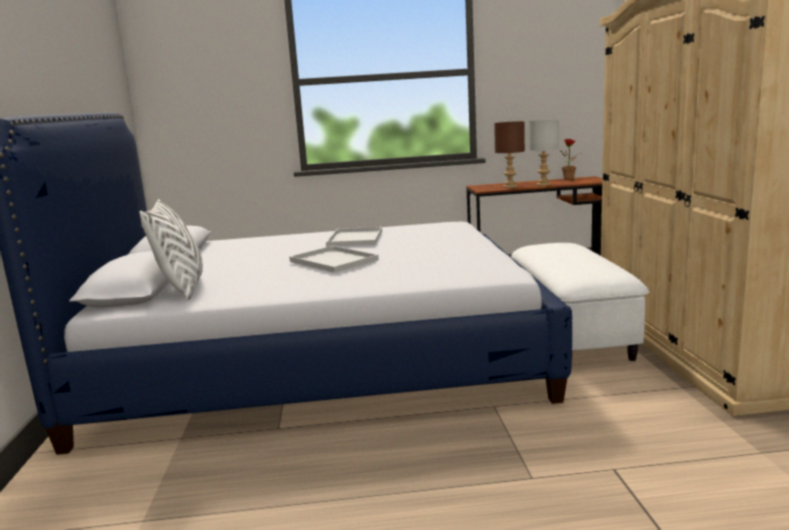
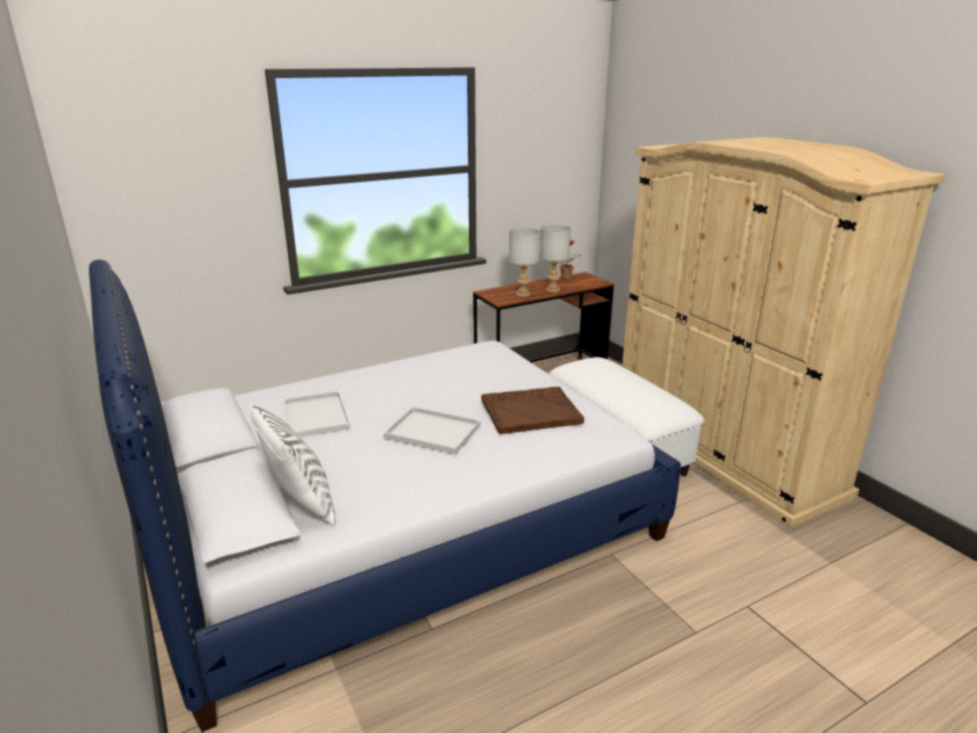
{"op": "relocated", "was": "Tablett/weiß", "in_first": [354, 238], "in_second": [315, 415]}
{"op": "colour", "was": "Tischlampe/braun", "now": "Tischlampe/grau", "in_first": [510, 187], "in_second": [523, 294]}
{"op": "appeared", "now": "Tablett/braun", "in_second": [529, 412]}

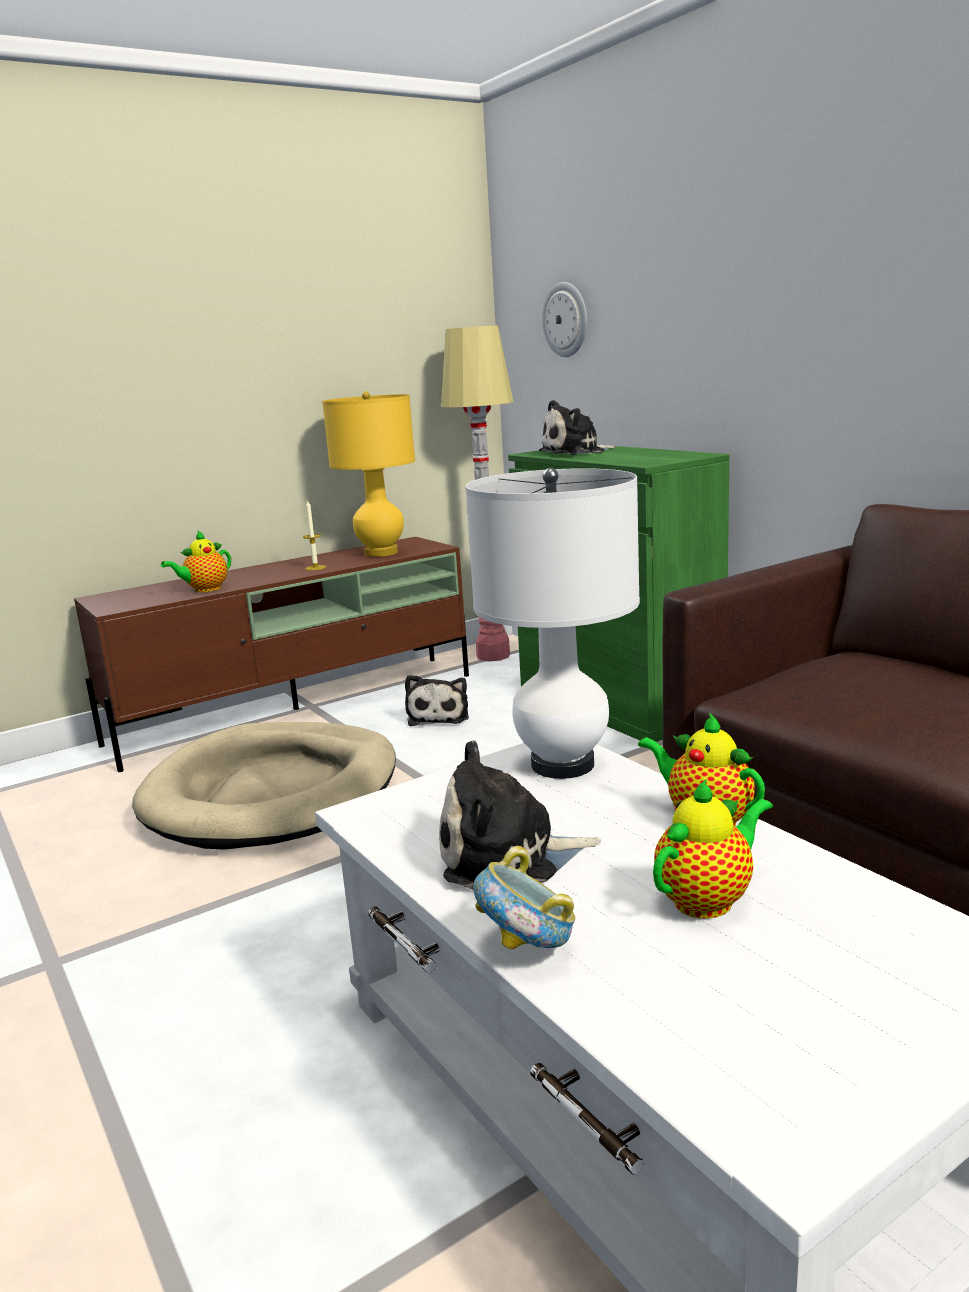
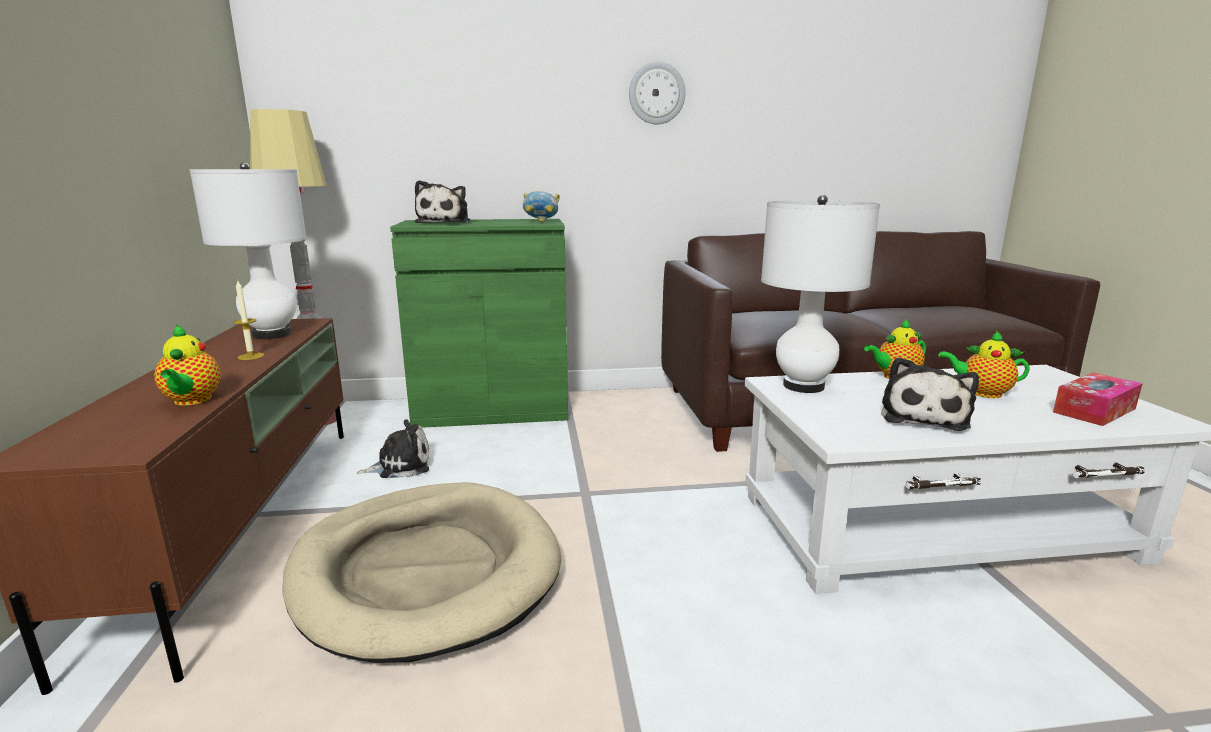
{"op": "colour", "was": "Tischlampe/gelb", "now": "Tischlampe/weiß", "in_first": [381, 553], "in_second": [271, 334]}
{"op": "spun", "was": "Plüschtier", "in_first": [439, 716], "in_second": [400, 465], "clockwise": -45}
{"op": "relocated", "was": "Schüssel", "in_first": [528, 949], "in_second": [541, 222]}
{"op": "relocated", "was": "Wanduhr", "in_first": [566, 319], "in_second": [656, 93]}
{"op": "spun", "was": "Teekanne", "in_first": [708, 899], "in_second": [981, 393], "clockwise": -60}
{"op": "appeared", "now": "Taschentuchbox", "in_second": [1094, 410]}

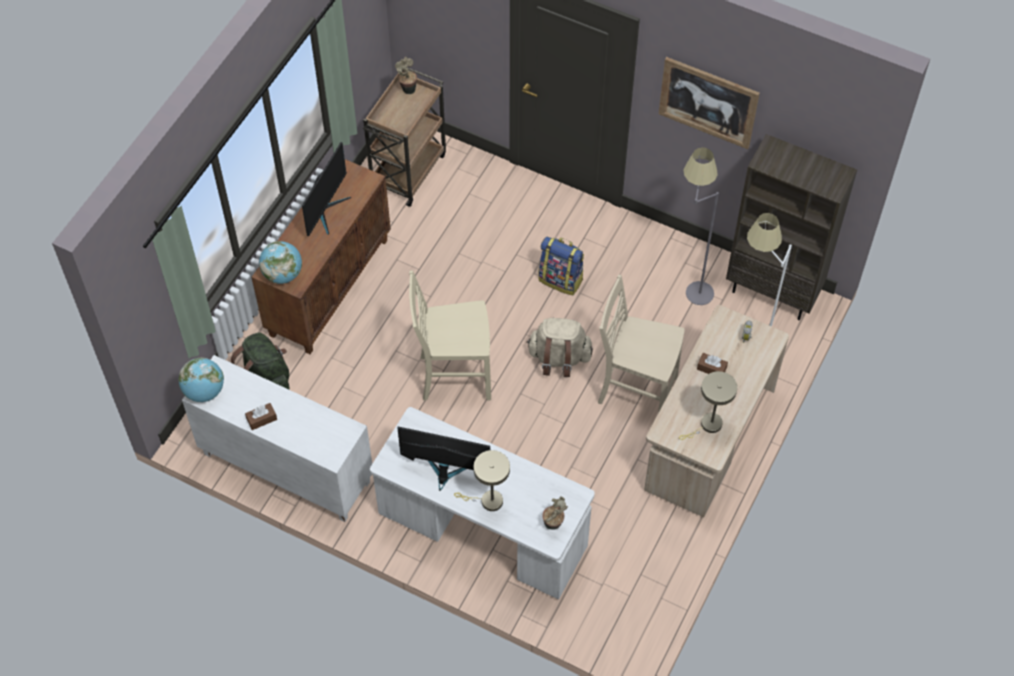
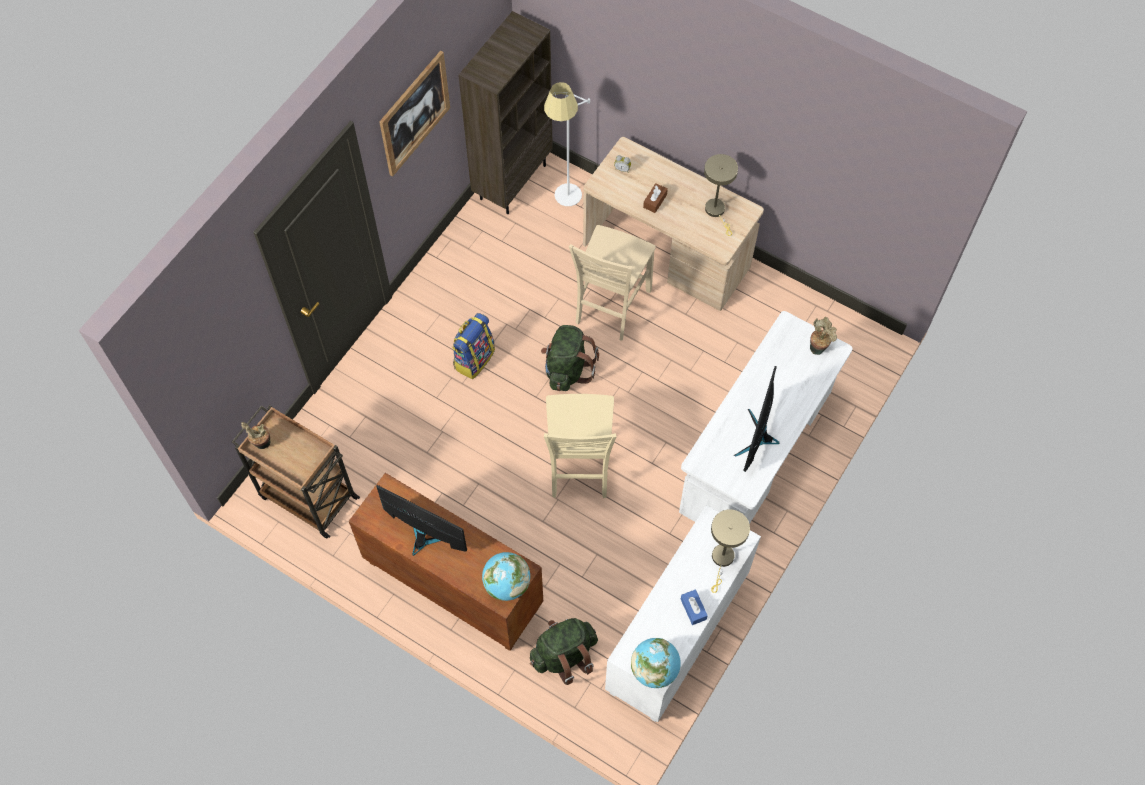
{"op": "colour", "was": "Taschentuchbox/braun", "now": "Taschentuchbox/blau", "in_first": [261, 419], "in_second": [693, 609]}
{"op": "relocated", "was": "Tischlampe/beige", "in_first": [487, 501], "in_second": [722, 560]}
{"op": "colour", "was": "Rucksack/beige", "now": "Rucksack/grün", "in_first": [559, 358], "in_second": [567, 369]}
{"op": "missing", "was": "Stehlampe/grau", "in_first": [690, 285]}

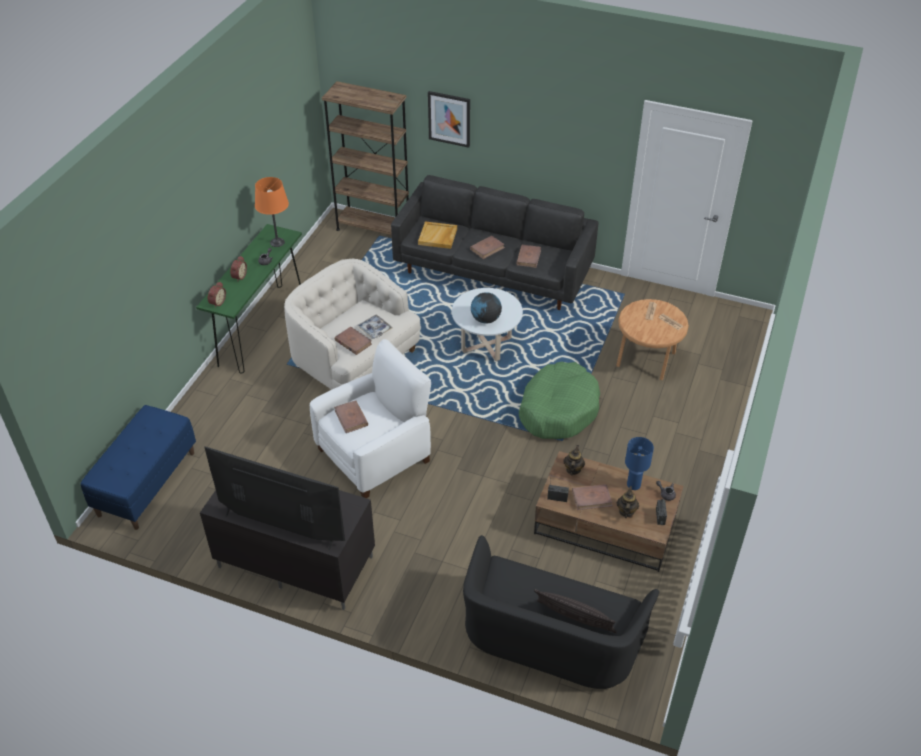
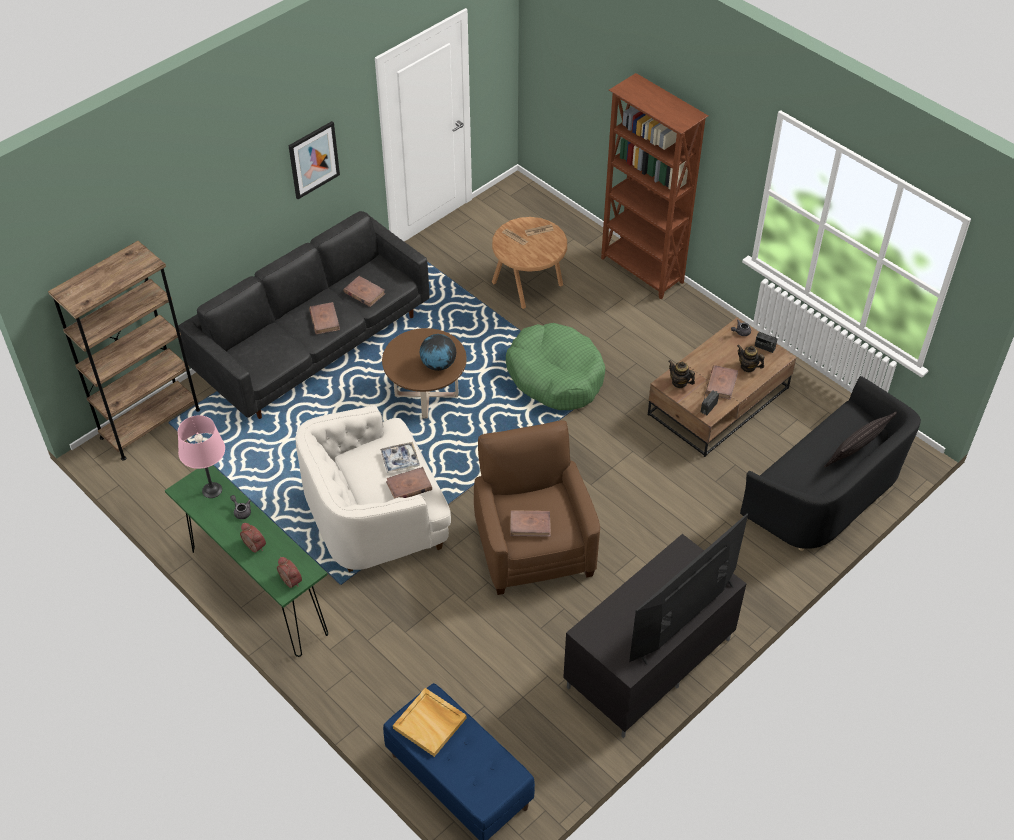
{"op": "colour", "was": "Tischlampe/orange", "now": "Tischlampe/rosa", "in_first": [277, 242], "in_second": [212, 490]}
{"op": "colour", "was": "Sessel/weiß", "now": "Sessel/braun", "in_first": [375, 454], "in_second": [533, 546]}
{"op": "relocated", "was": "Tablett/beige", "in_first": [438, 237], "in_second": [430, 723]}
{"op": "relocated", "was": "Bild", "in_first": [449, 118], "in_second": [313, 159]}
{"op": "colour", "was": "Couchtisch/weiß", "now": "Couchtisch/braun", "in_first": [486, 345], "in_second": [426, 395]}
{"op": "missing", "was": "Tischlampe/blau", "in_first": [633, 485]}
{"op": "appeared", "now": "Bücherregal/braun", "in_second": [642, 271]}

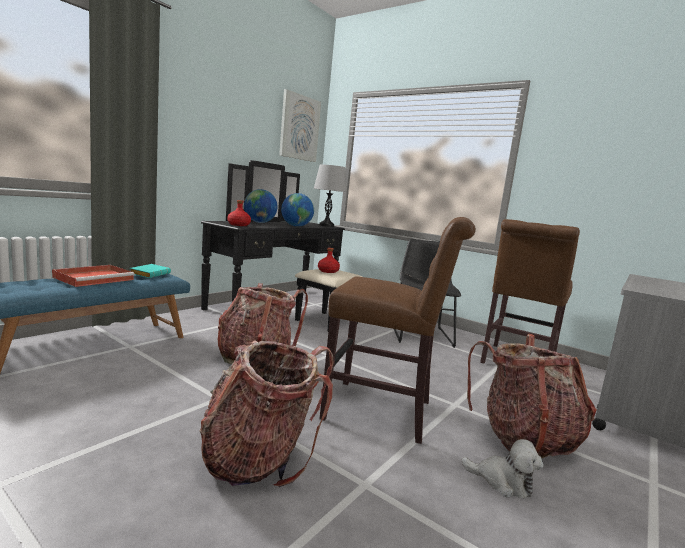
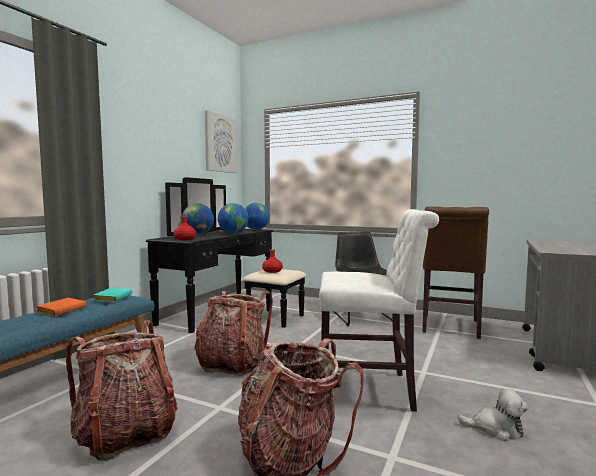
{"op": "exchanged", "was": "Tablett/rot", "now": "Buch/orange", "in_first": [95, 278], "in_second": [62, 310]}
{"op": "exchanged", "was": "Tischlampe/grau", "now": "Globus", "in_first": [326, 225], "in_second": [256, 229]}
{"op": "colour", "was": "Stuhl/braun", "now": "Stuhl/weiß", "in_first": [384, 412], "in_second": [371, 390]}
{"op": "relocated", "was": "Rucksack", "in_first": [524, 439], "in_second": [126, 433]}

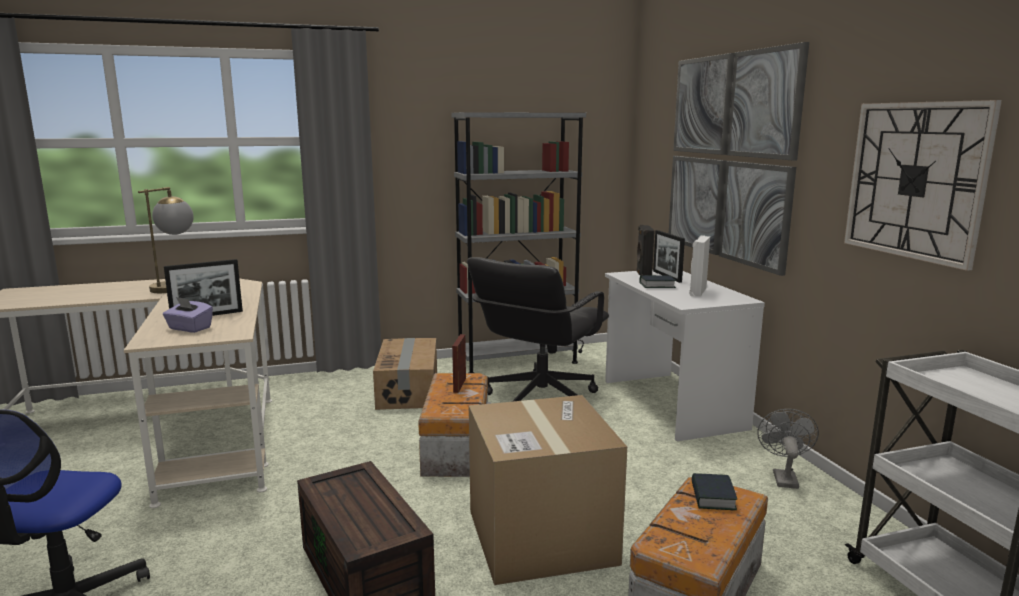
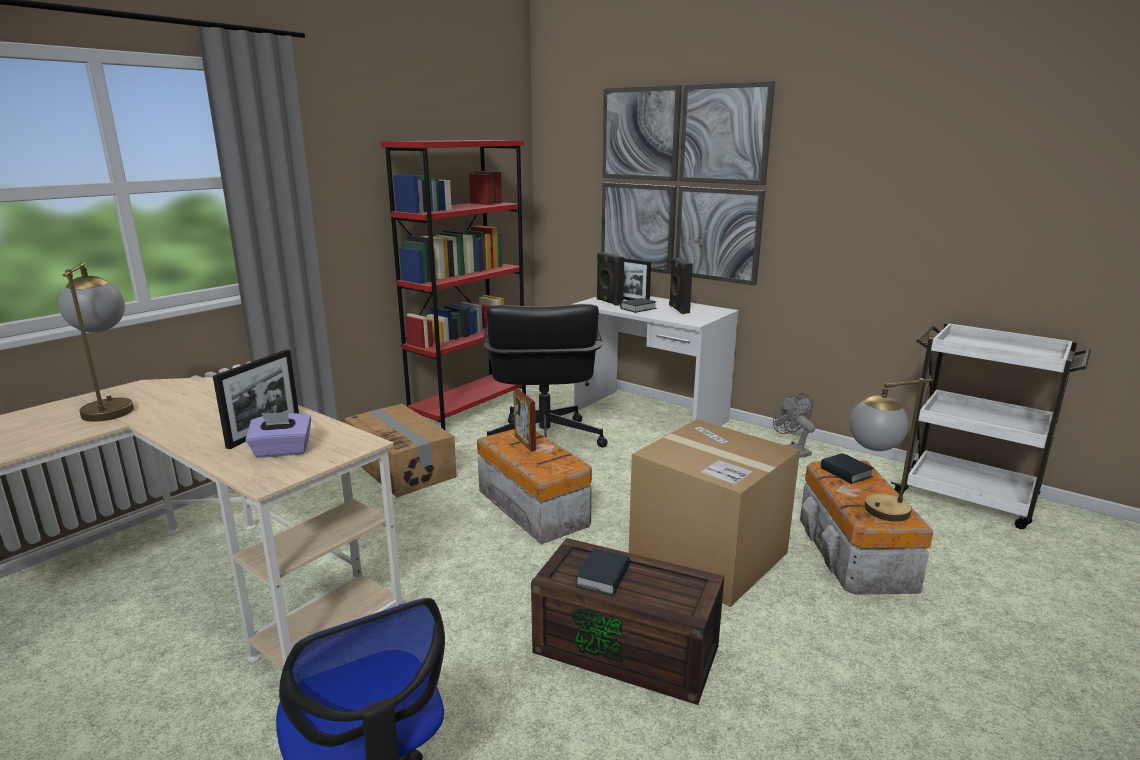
{"op": "colour", "was": "Bücherregal/grau", "now": "Bücherregal/rot", "in_first": [517, 361], "in_second": [469, 410]}
{"op": "colour", "was": "Lautsprecher/weiß", "now": "Lautsprecher/schwarz", "in_first": [697, 292], "in_second": [678, 309]}
{"op": "missing", "was": "Wanduhr", "in_first": [915, 180]}
{"op": "appeared", "now": "Buch", "in_second": [603, 577]}
{"op": "appeared", "now": "Tischlampe", "in_second": [874, 513]}

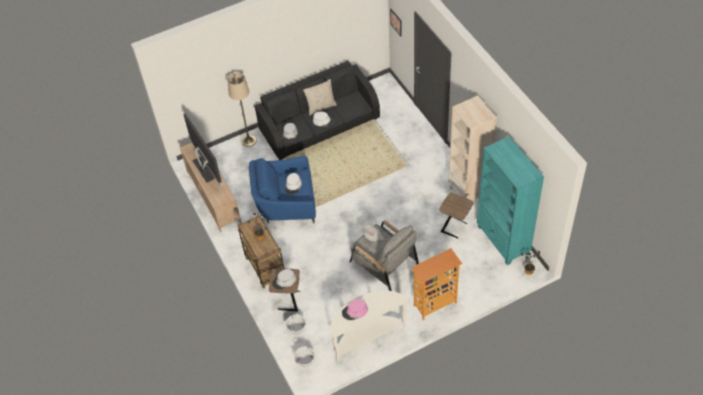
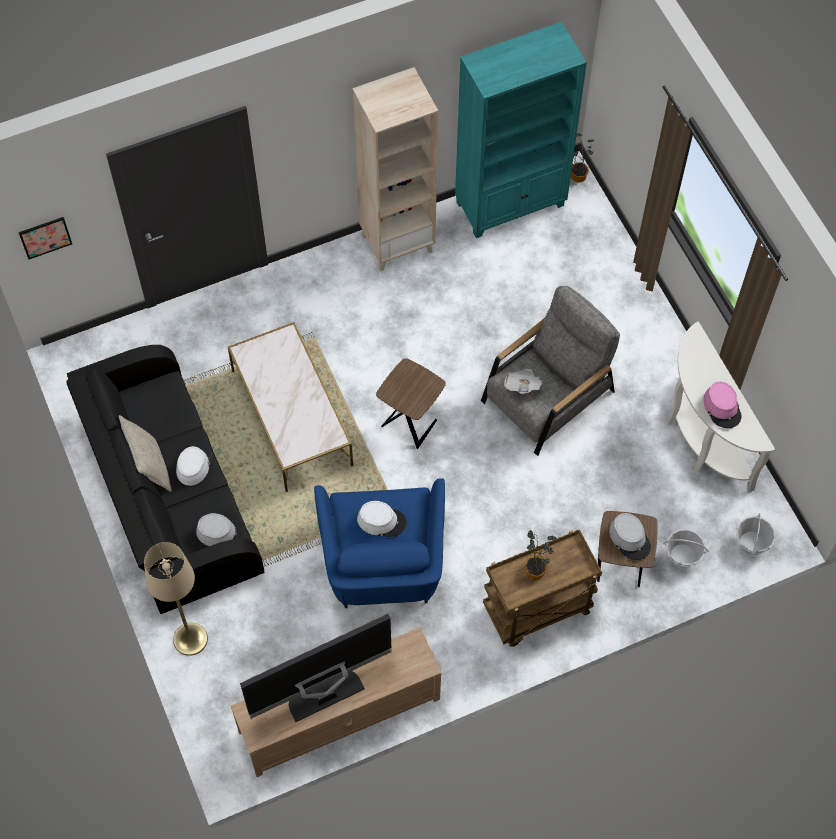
{"op": "missing", "was": "Bücherregal", "in_first": [435, 305]}
{"op": "relocated", "was": "Beistelltisch/braun", "in_first": [454, 227], "in_second": [410, 422]}
{"op": "appeared", "now": "Couchtisch/weiß", "in_second": [291, 418]}

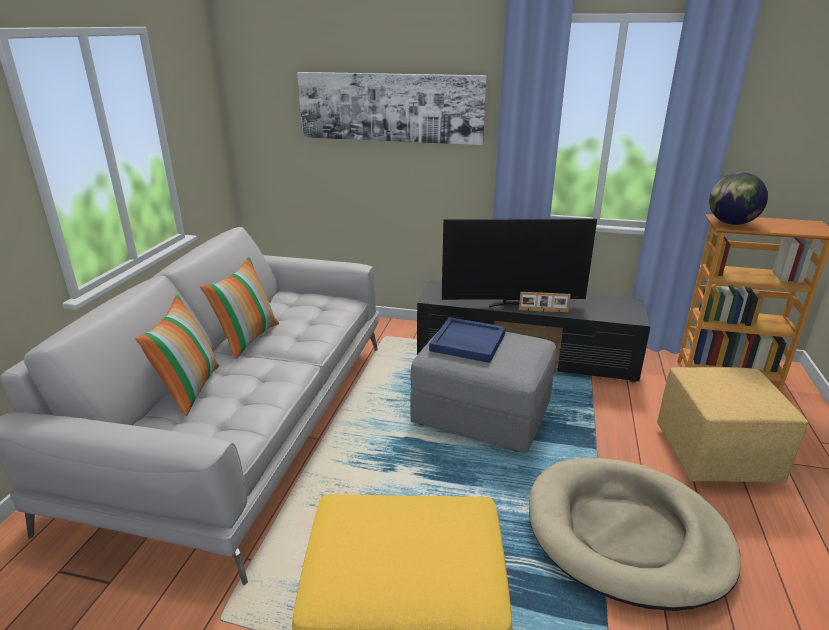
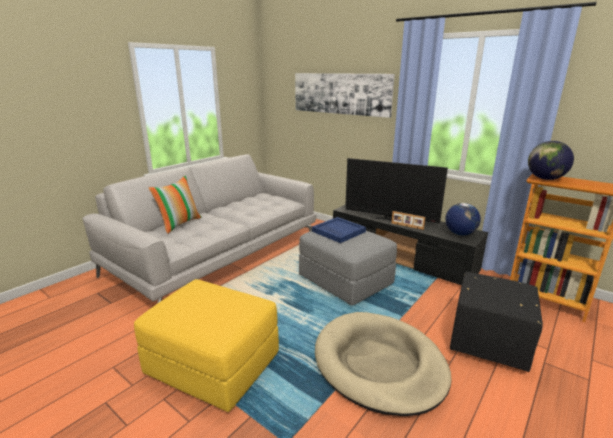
{"op": "missing", "was": "Kissen", "in_first": [247, 338]}
{"op": "colour", "was": "Polsterhocker/gelb", "now": "Polsterhocker/schwarz", "in_first": [717, 456], "in_second": [489, 344]}
{"op": "appeared", "now": "Globus", "in_second": [460, 233]}

